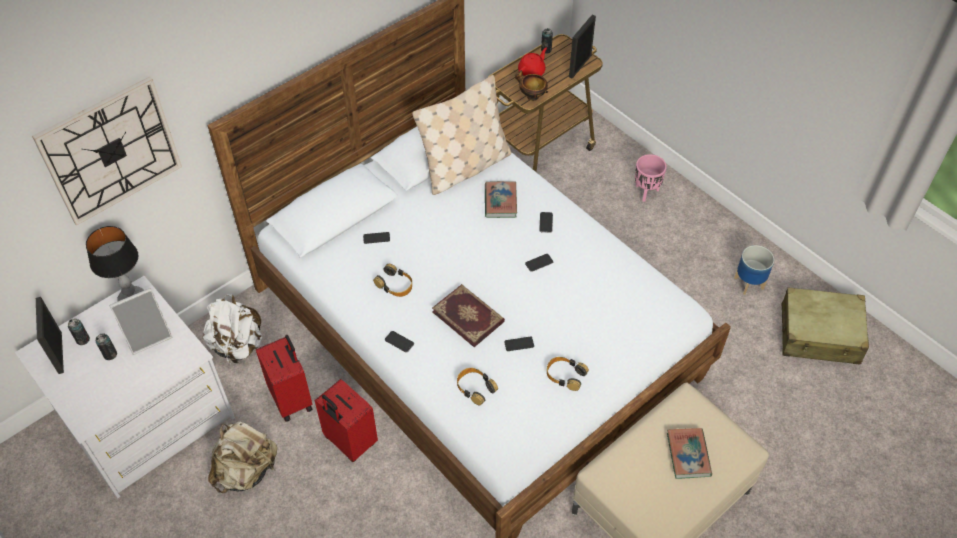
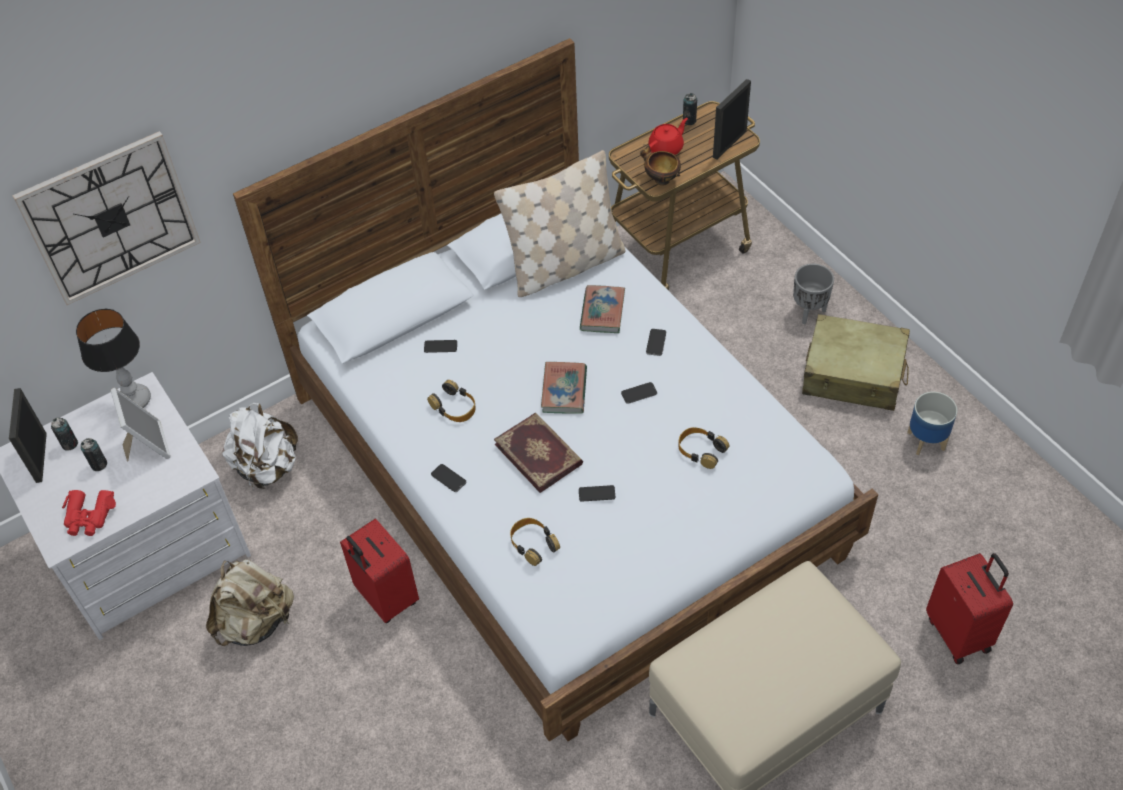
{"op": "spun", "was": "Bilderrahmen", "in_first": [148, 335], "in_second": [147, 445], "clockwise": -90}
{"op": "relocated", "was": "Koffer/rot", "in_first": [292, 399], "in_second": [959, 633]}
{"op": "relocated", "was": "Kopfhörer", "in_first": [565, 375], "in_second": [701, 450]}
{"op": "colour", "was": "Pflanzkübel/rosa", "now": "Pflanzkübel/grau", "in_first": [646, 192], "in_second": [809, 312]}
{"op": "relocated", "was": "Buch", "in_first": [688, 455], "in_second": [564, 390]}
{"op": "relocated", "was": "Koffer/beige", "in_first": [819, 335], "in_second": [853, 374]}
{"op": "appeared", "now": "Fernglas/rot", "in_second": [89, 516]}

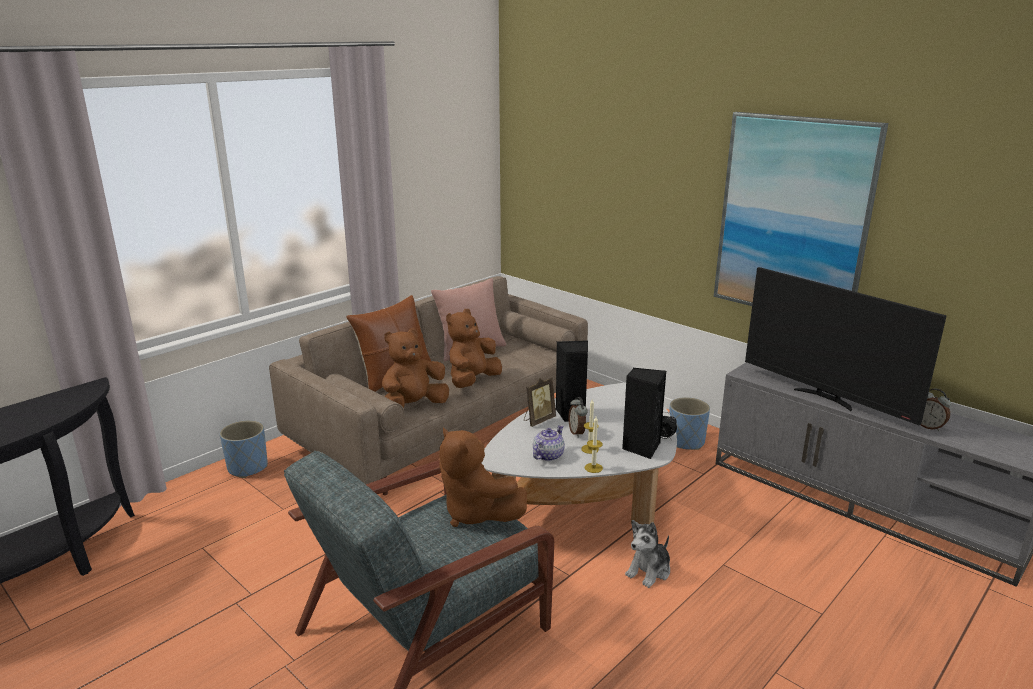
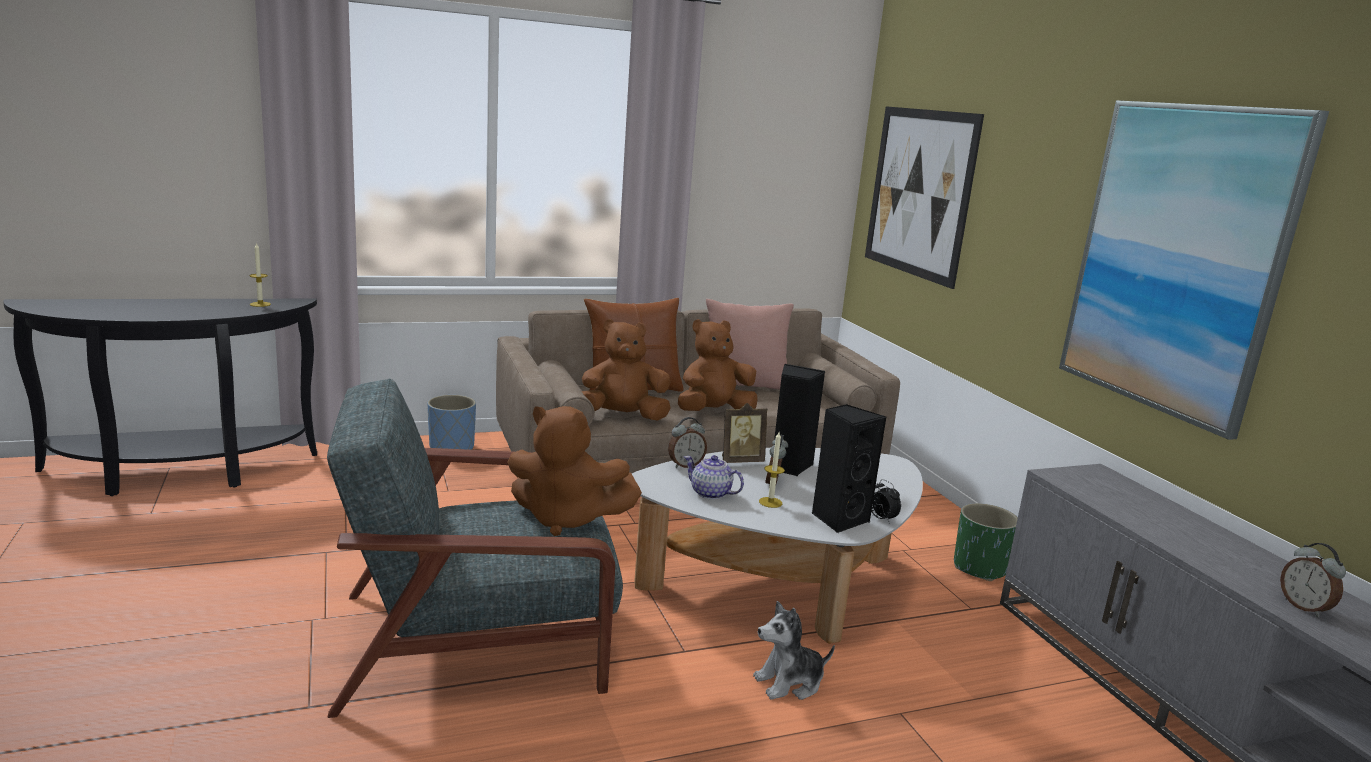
{"op": "spun", "was": "Plüschtier/braun", "in_first": [475, 513], "in_second": [566, 519], "clockwise": -60}
{"op": "spun", "was": "Teekanne", "in_first": [547, 455], "in_second": [711, 493], "clockwise": -120}
{"op": "relocated", "was": "Kerze", "in_first": [593, 468], "in_second": [260, 304]}
{"op": "colour", "was": "Pflanzkübel/blau", "now": "Pflanzkübel/grün", "in_first": [686, 442], "in_second": [979, 568]}
{"op": "missing", "was": "Fernseher", "in_first": [825, 398]}
{"op": "appeared", "now": "Wecker", "in_second": [685, 465]}
{"op": "appeared", "now": "Bild", "in_second": [919, 193]}

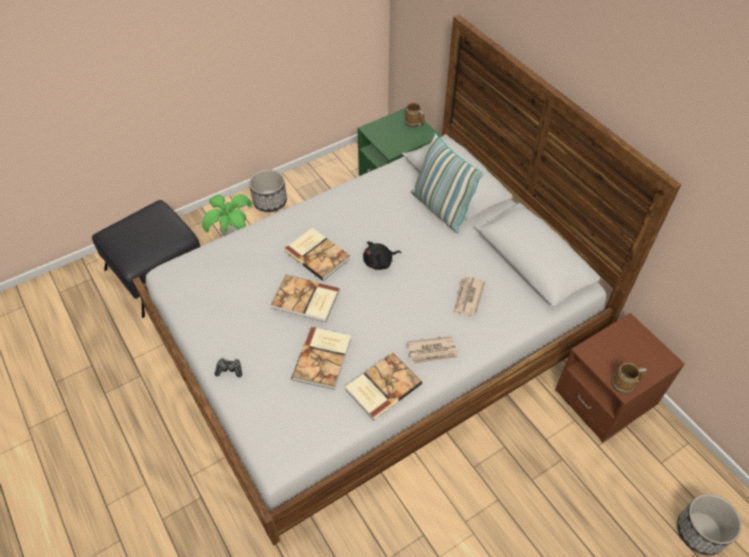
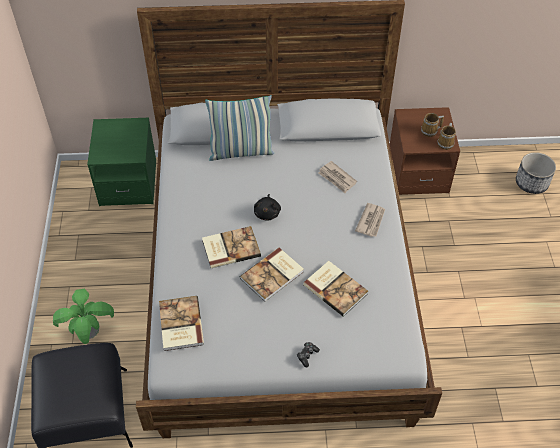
{"op": "missing", "was": "Pflanzkübel", "in_first": [270, 201]}
{"op": "relocated", "was": "Buch", "in_first": [382, 386], "in_second": [180, 325]}
{"op": "relocated", "was": "Henkelbecher", "in_first": [413, 123], "in_second": [430, 131]}

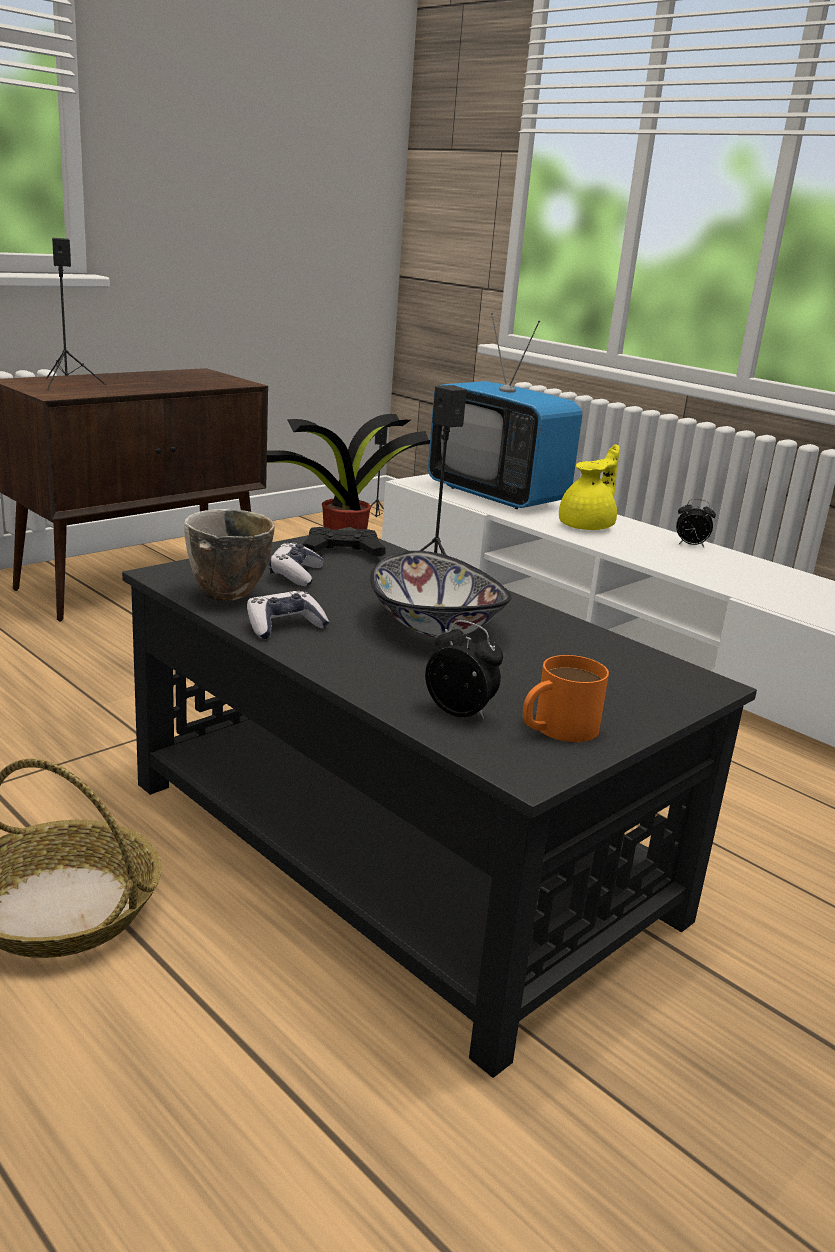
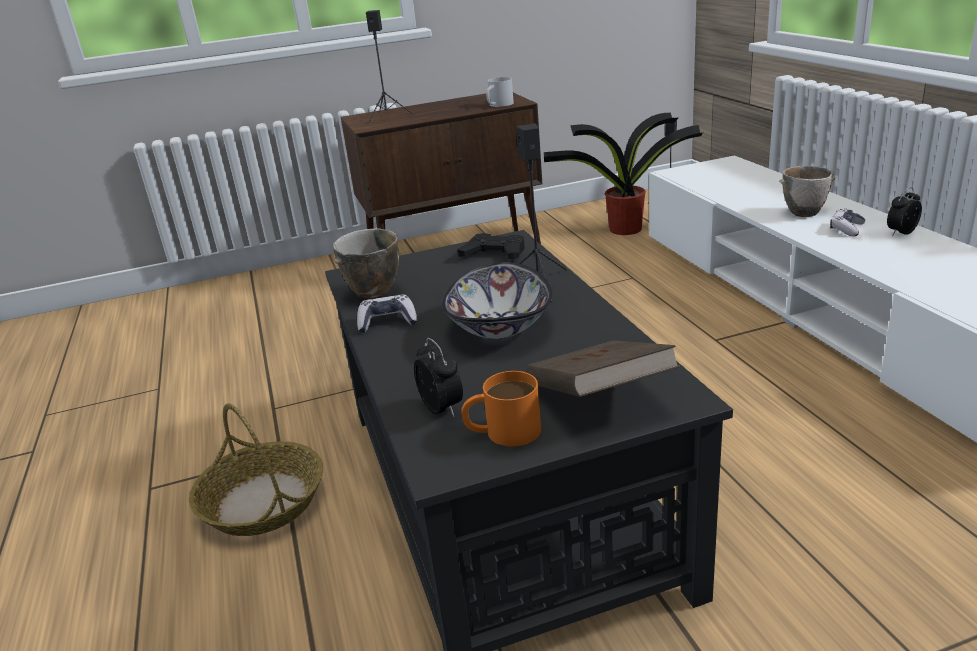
{"op": "relocated", "was": "Gamepad", "in_first": [296, 574], "in_second": [846, 229]}
{"op": "missing", "was": "Fernseher", "in_first": [497, 495]}
{"op": "exchanged", "was": "Teekanne/gelb", "now": "Schüssel", "in_first": [588, 526], "in_second": [805, 213]}
{"op": "spun", "was": "Wecker", "in_first": [690, 546], "in_second": [901, 233], "clockwise": 105}
{"op": "appeared", "now": "Henkelbecher/weiß", "in_second": [498, 105]}
{"op": "appeared", "now": "Buch/braun", "in_second": [598, 398]}

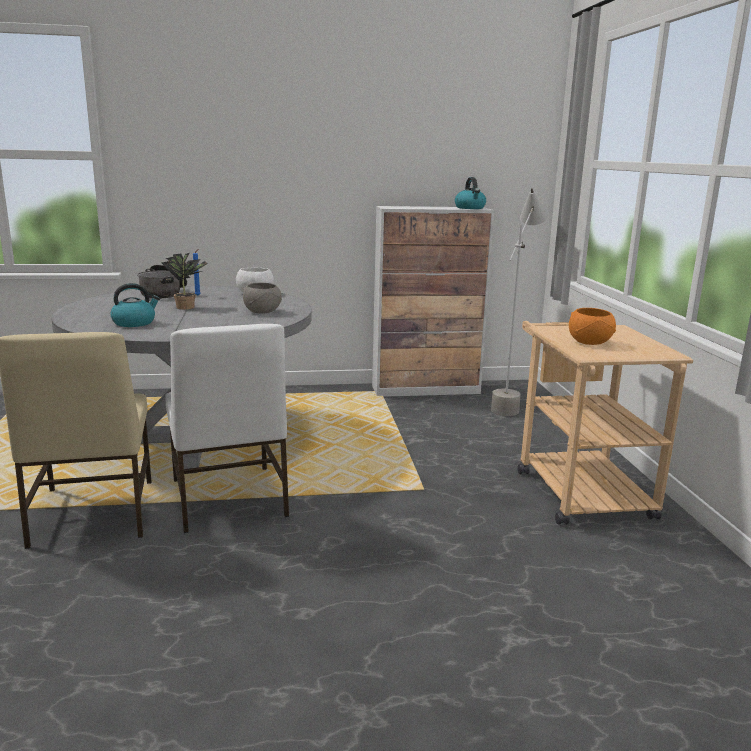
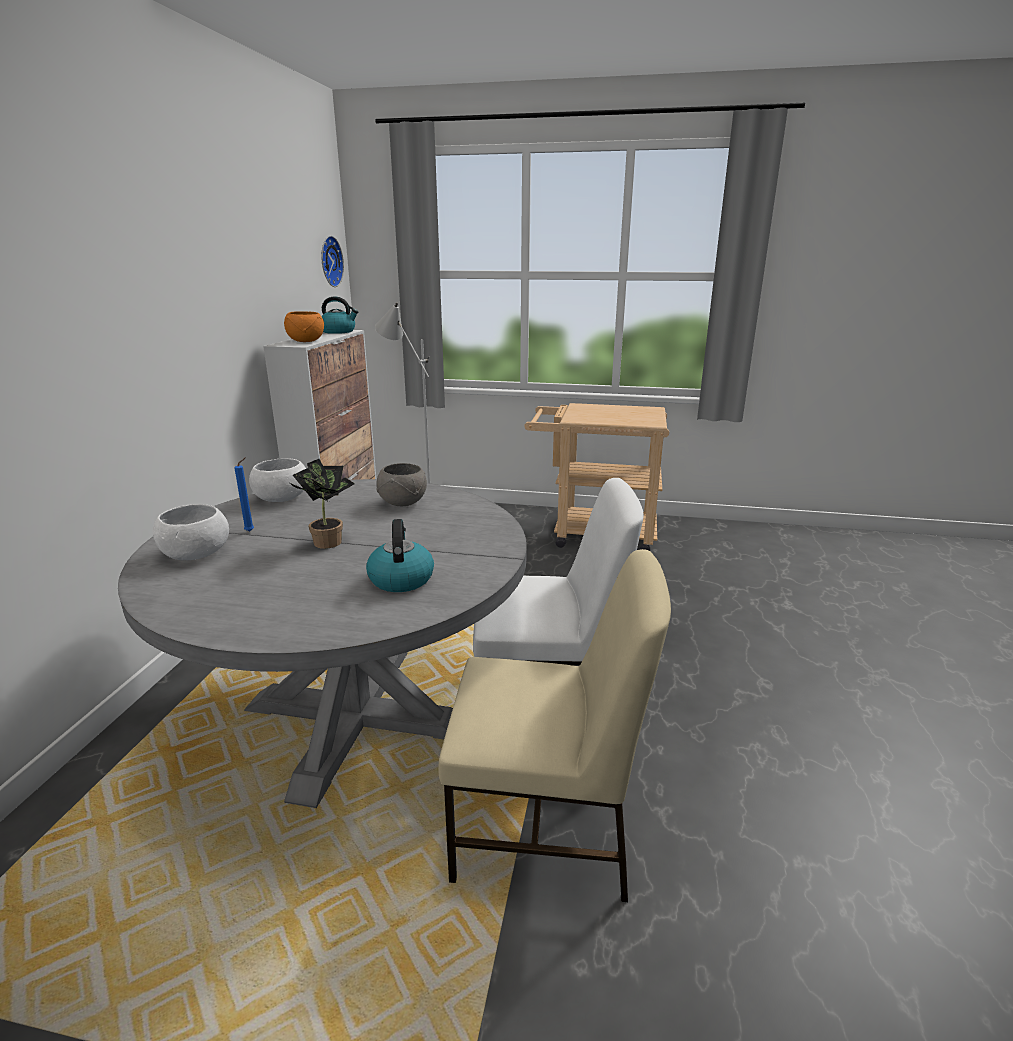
{"op": "exchanged", "was": "Kochtopf", "now": "Schüssel/weiß", "in_first": [164, 293], "in_second": [196, 553]}
{"op": "relocated", "was": "Schüssel/orange", "in_first": [588, 342], "in_second": [305, 341]}
{"op": "appeared", "now": "Wanduhr", "in_second": [329, 261]}

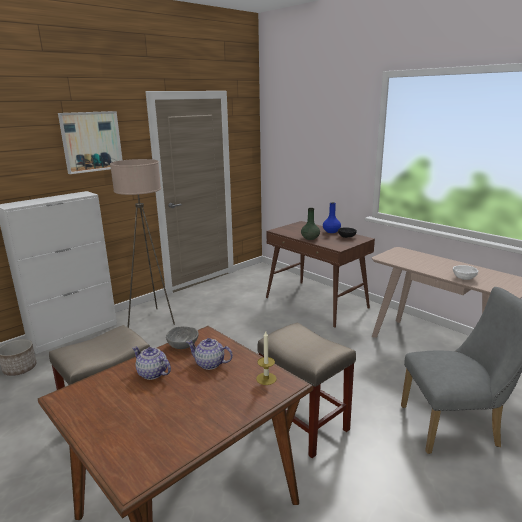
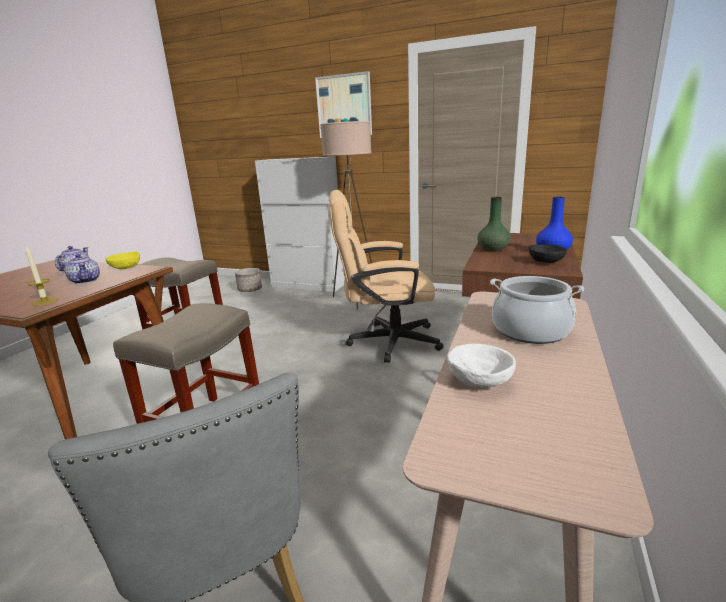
{"op": "colour", "was": "Schüssel/grau", "now": "Schüssel/gelb", "in_first": [183, 345], "in_second": [126, 268]}
{"op": "spun", "was": "Teekanne", "in_first": [210, 364], "in_second": [86, 281], "clockwise": 150}
{"op": "appeared", "now": "Bürostuhl/beige", "in_second": [385, 342]}
{"op": "appeared", "now": "Kochtopf", "in_second": [530, 330]}

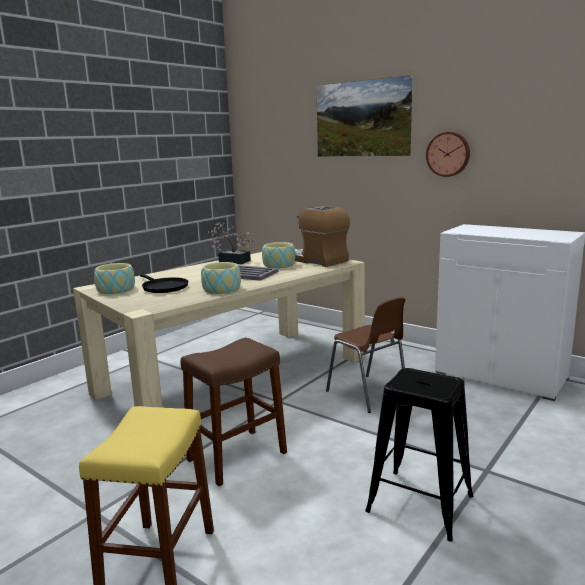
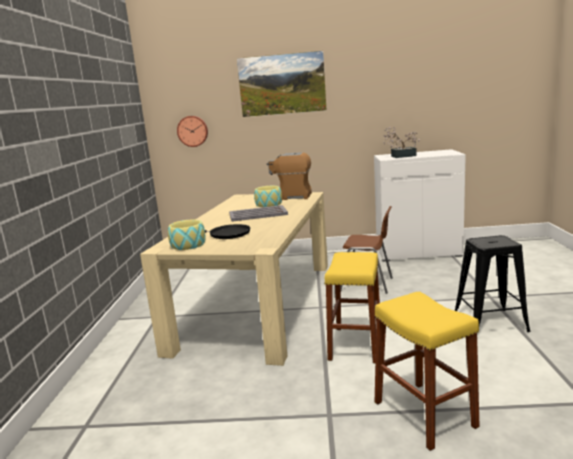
{"op": "colour", "was": "Hocker/braun", "now": "Hocker/gelb", "in_first": [237, 456], "in_second": [355, 344]}
{"op": "missing", "was": "Schüssel", "in_first": [222, 289]}
{"op": "relocated", "was": "Topfpflanze", "in_first": [231, 261], "in_second": [400, 156]}
{"op": "relocated", "was": "Wanduhr", "in_first": [448, 154], "in_second": [192, 131]}

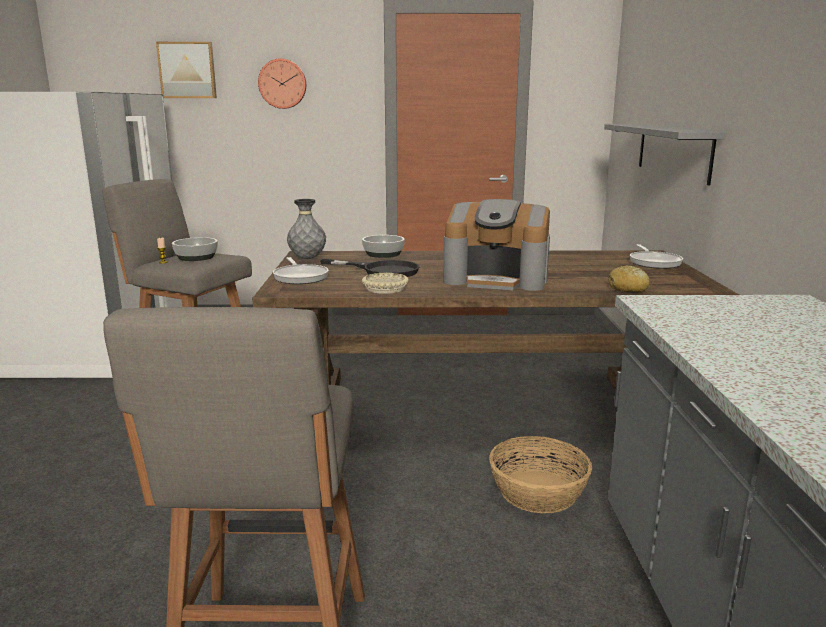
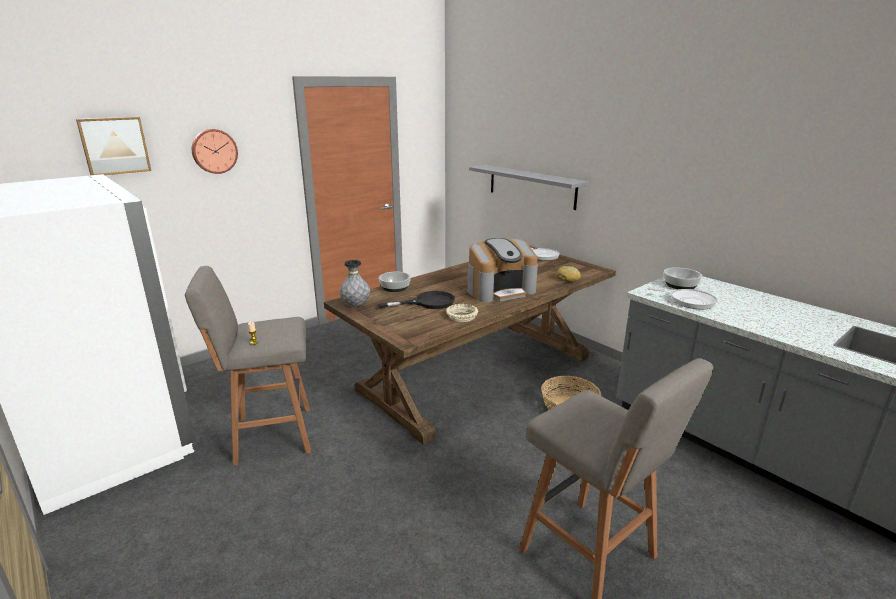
{"op": "relocated", "was": "Schüssel", "in_first": [196, 257], "in_second": [681, 285]}
{"op": "relocated", "was": "Pfanne", "in_first": [300, 277], "in_second": [689, 301]}

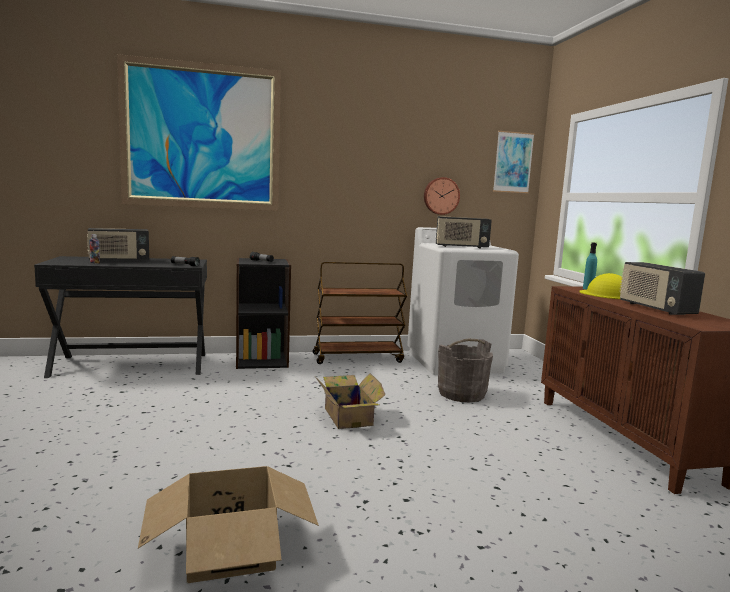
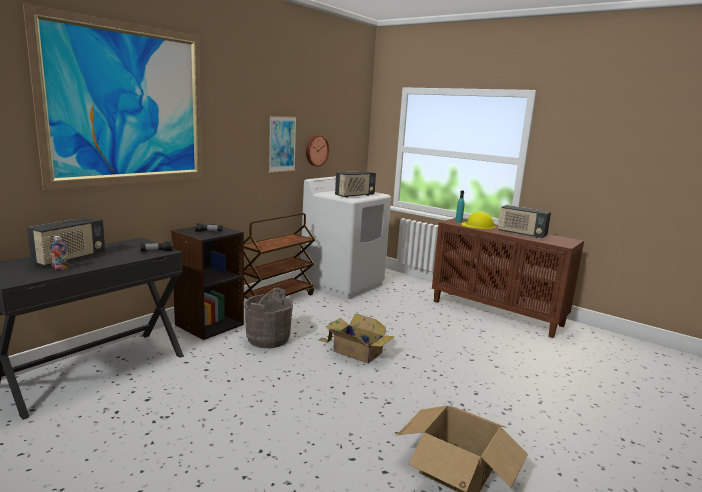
{"op": "relocated", "was": "Eimer/grau", "in_first": [461, 394], "in_second": [268, 339]}
{"op": "relocated", "was": "Bild", "in_first": [513, 162], "in_second": [282, 144]}

